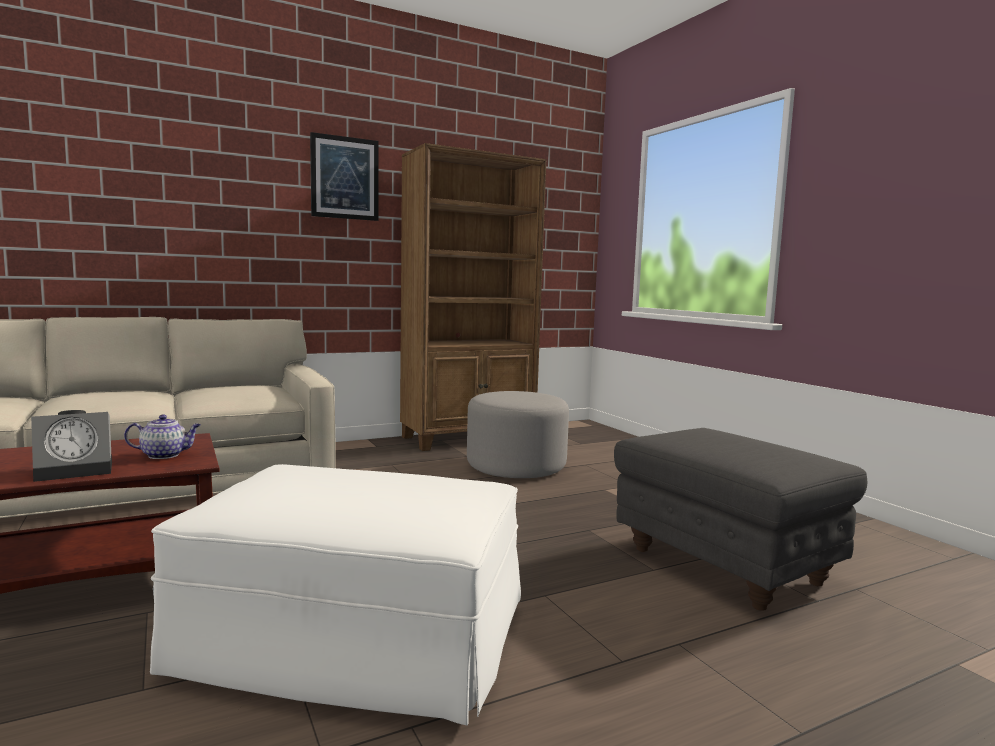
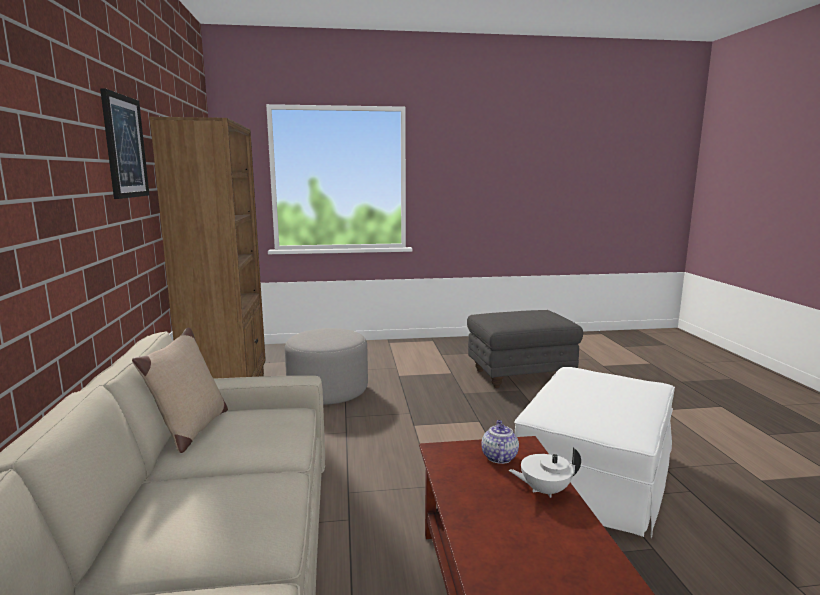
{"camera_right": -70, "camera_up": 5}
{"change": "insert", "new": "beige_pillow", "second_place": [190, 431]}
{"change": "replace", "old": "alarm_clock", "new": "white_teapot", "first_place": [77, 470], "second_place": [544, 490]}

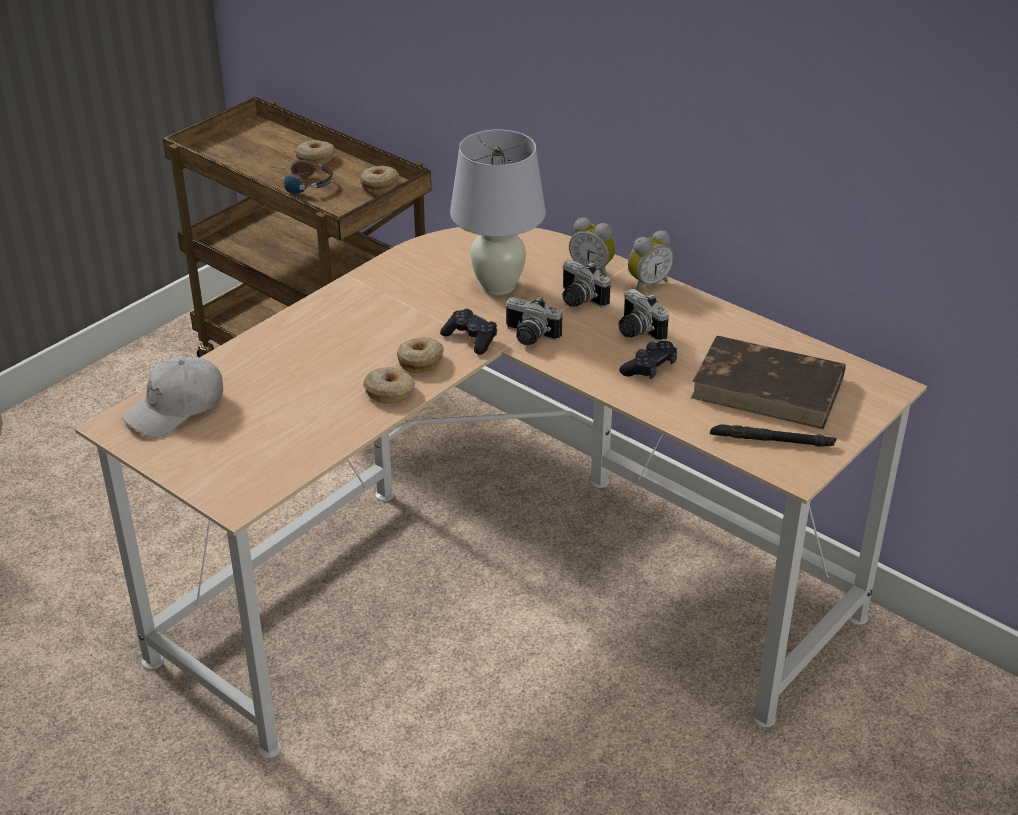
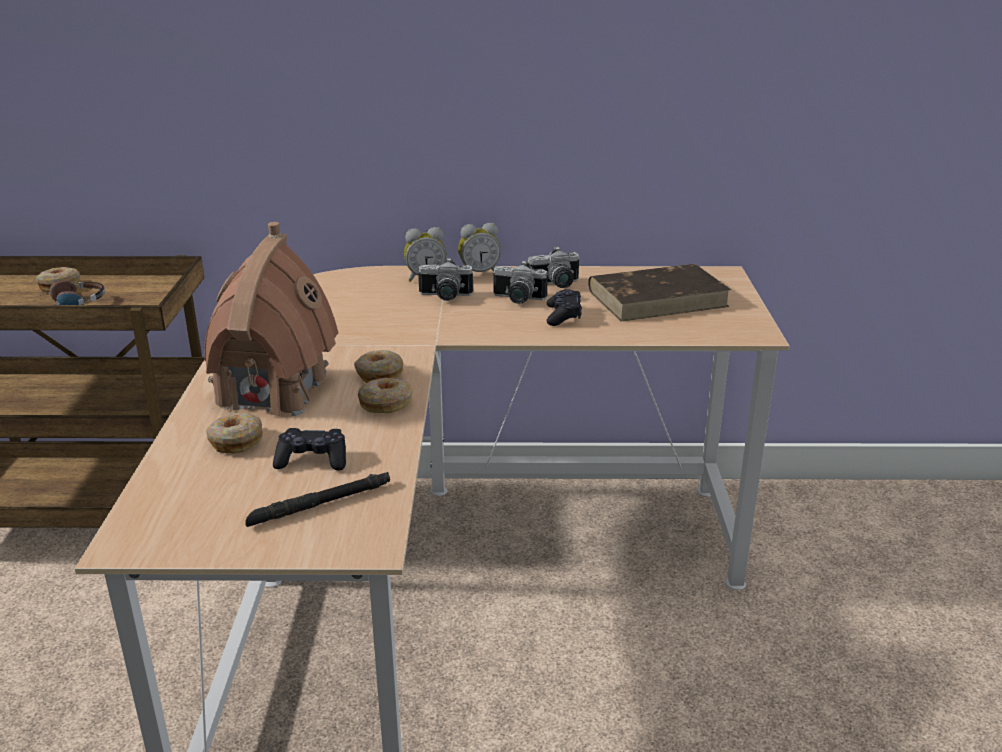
{"camera_right": -40, "camera_up": -10}
{"change": "insert", "new": "toy_house", "second_place": [272, 389]}
{"change": "move", "old": "donut", "first_place": [379, 185], "second_place": [236, 441]}
{"change": "move", "old": "black_flashlight", "first_place": [772, 440], "second_place": [320, 504]}
{"change": "move", "old": "black_game_controller", "first_place": [470, 339], "second_place": [312, 460]}
{"change": "rotate", "old": "alarm_clock", "first_place": [647, 283], "second_place": [479, 273], "degrees": 60}
{"change": "move", "old": "photo_camera", "first_place": [529, 337], "second_place": [556, 285]}
{"change": "delete", "old": "white_cap", "first_place": [176, 408]}
{"change": "delete", "old": "white_table_lamp", "first_place": [498, 286]}

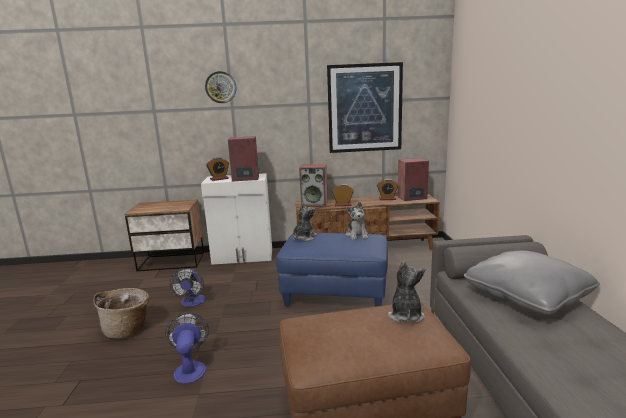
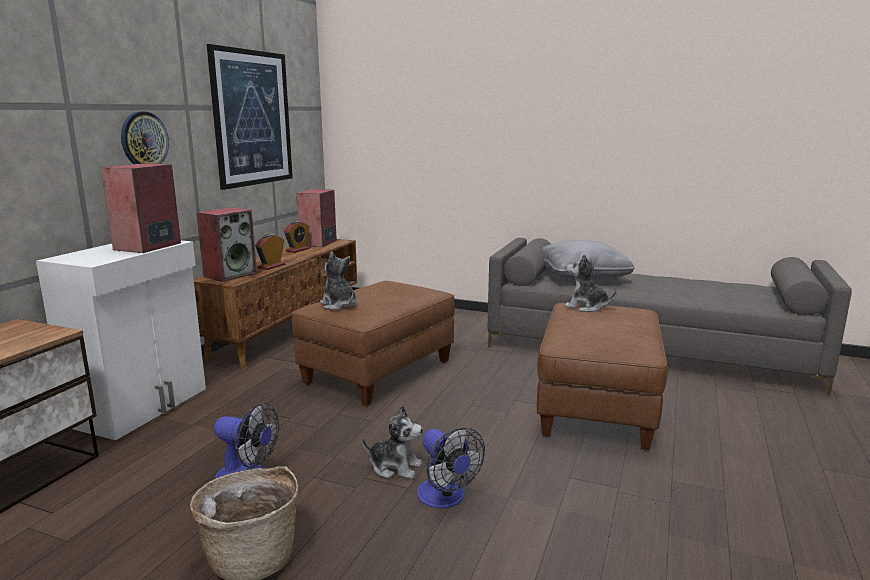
{"camera_right": -65, "camera_up": 0}
{"change": "move", "old": "wall_clock", "first_place": [221, 87], "second_place": [144, 140]}
{"change": "recolor", "old": "blue_ottoman", "new": "brown_ottoman", "first_place": [334, 294], "second_place": [378, 373]}
{"change": "move", "old": "plush_toy", "first_place": [357, 235], "second_place": [395, 467]}
{"change": "rotate", "old": "fan", "first_place": [190, 368], "second_place": [445, 498], "degrees": -135}
{"change": "delete", "old": "alarm_clock", "first_place": [219, 179]}

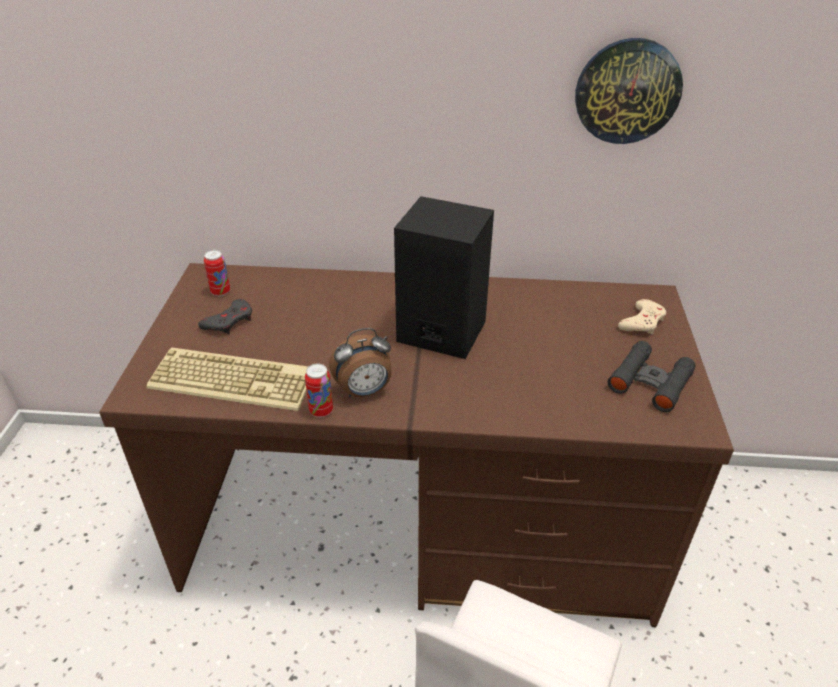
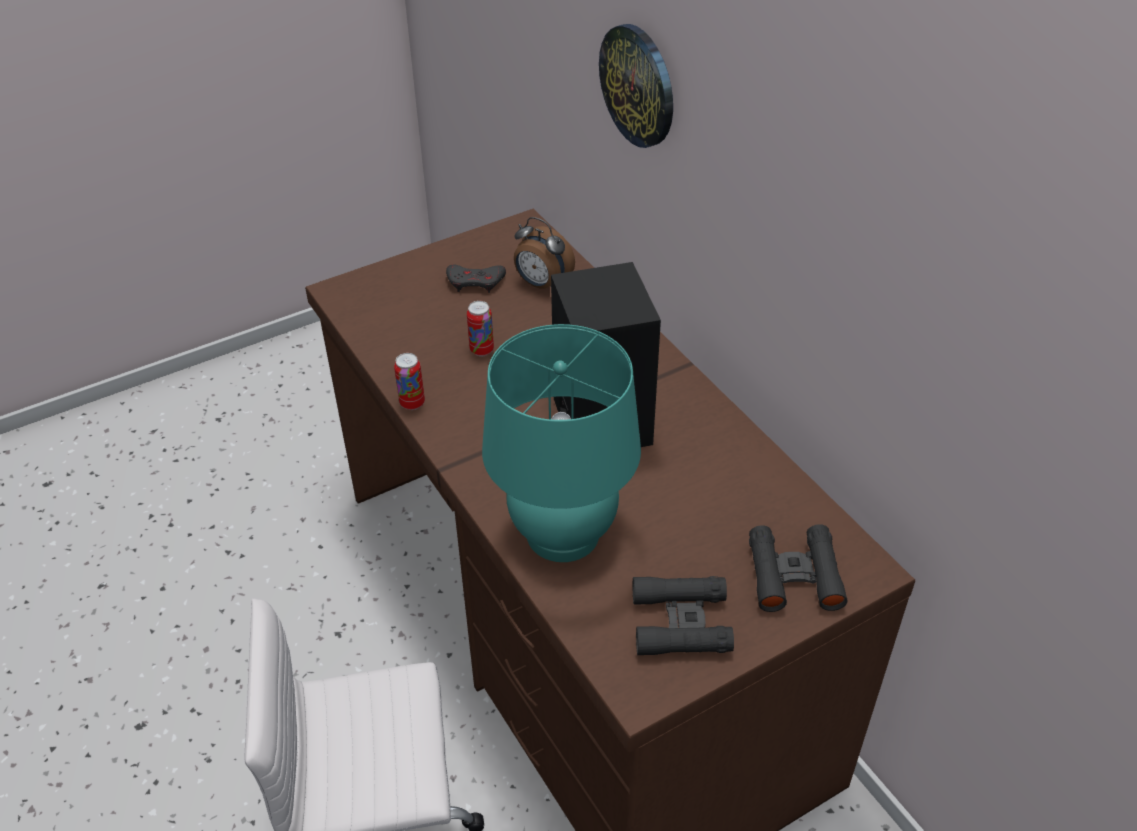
{"camera_right": 55, "camera_up": 5}
{"change": "move", "old": "can", "first_place": [220, 292], "second_place": [481, 350]}
{"change": "insert", "new": "turquoise_table_lamp", "second_place": [562, 534]}
{"change": "move", "old": "alarm_clock", "first_place": [364, 391], "second_place": [542, 284]}
{"change": "move", "old": "wall_clock", "first_place": [627, 91], "second_place": [638, 85]}
{"change": "replace", "old": "beige_game_controller", "new": "black_binoculars", "first_place": [642, 322], "second_place": [794, 575]}
{"change": "delete", "old": "keyboard", "first_place": [235, 379]}

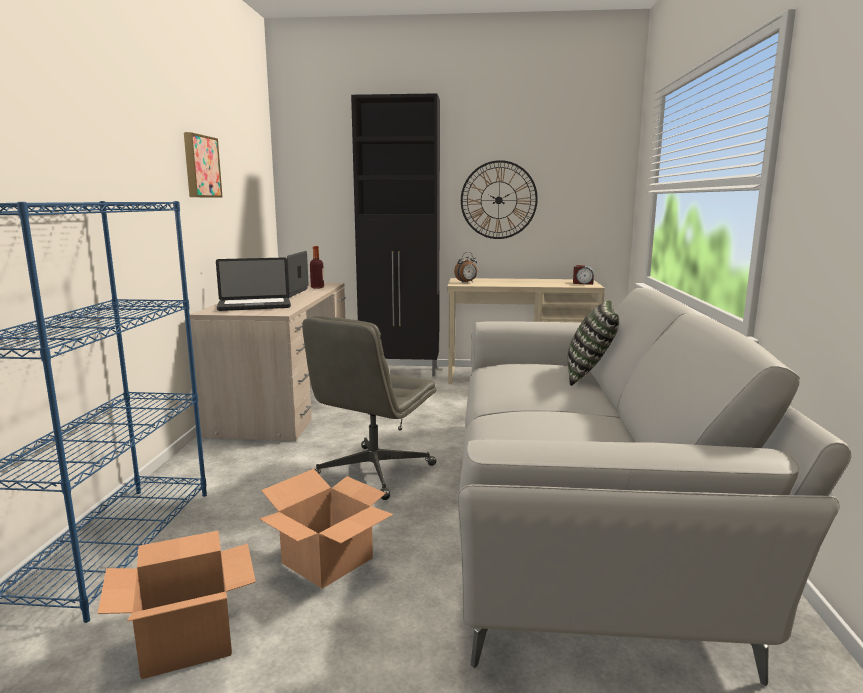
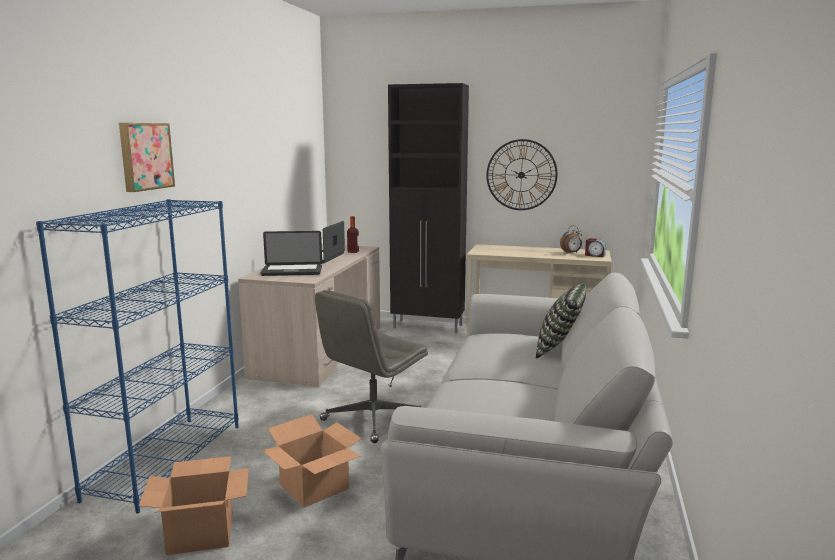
{"camera_right": 10, "camera_up": 0}
{"change": "move", "old": "picture", "first_place": [200, 166], "second_place": [145, 156]}
{"change": "move", "old": "alarm_clock", "first_place": [466, 282], "second_place": [571, 253]}

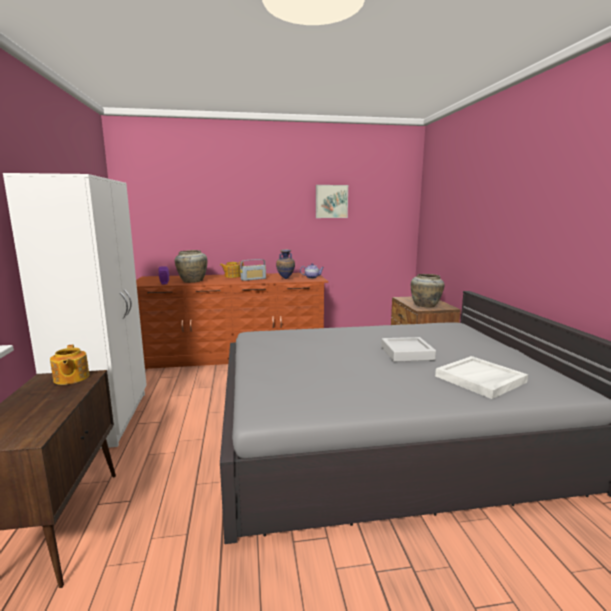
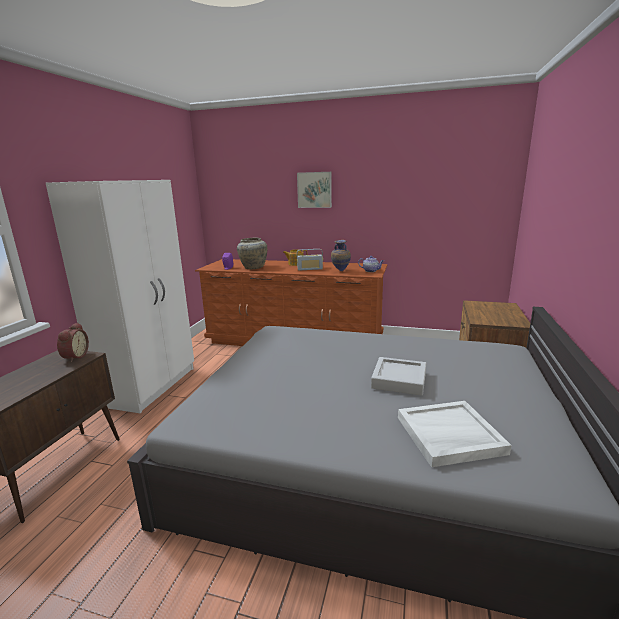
{"camera_right": 25, "camera_up": 5}
{"change": "replace", "old": "teapot", "new": "alarm_clock", "first_place": [71, 378], "second_place": [74, 357]}
{"change": "move", "old": "picture", "first_place": [331, 201], "second_place": [314, 190]}
{"change": "delete", "old": "beige_vase", "first_place": [426, 305]}

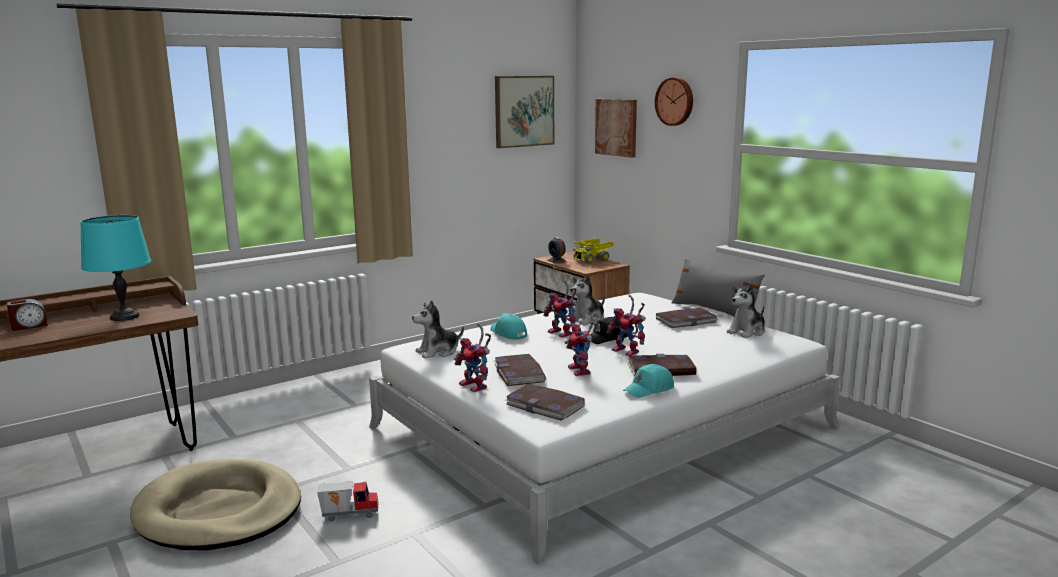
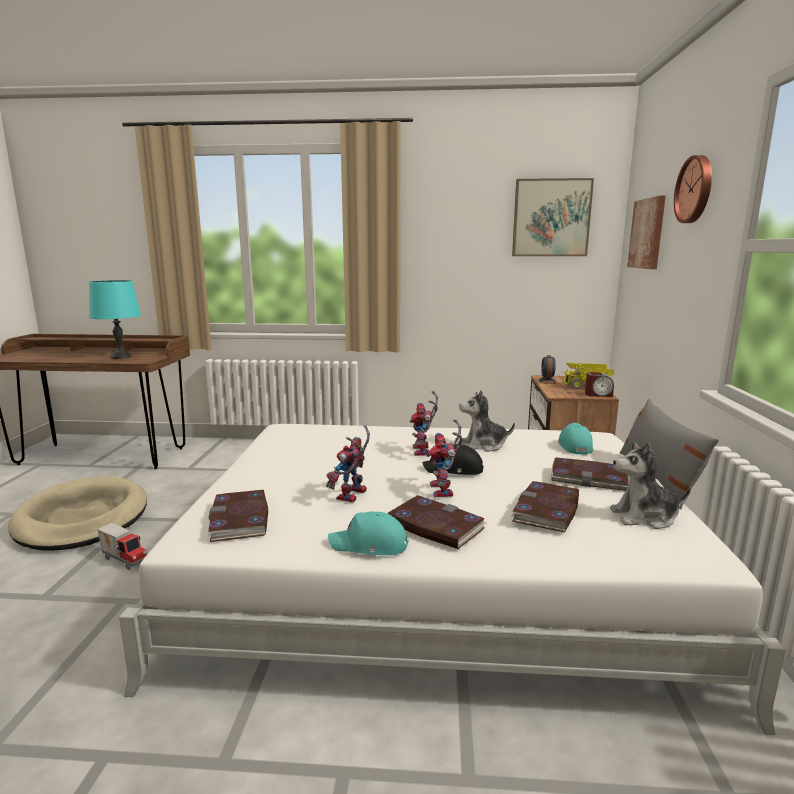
{"camera_right": 40, "camera_up": 0}
{"change": "move", "old": "book", "first_place": [519, 373], "second_place": [547, 510]}
{"change": "move", "old": "turquoise_cap", "first_place": [508, 333], "second_place": [574, 446]}
{"change": "move", "old": "alarm_clock", "first_place": [29, 326], "second_place": [598, 394]}
{"change": "delete", "old": "plush_toy", "first_place": [438, 352]}
{"change": "delete", "old": "toy_robot", "first_place": [476, 386]}

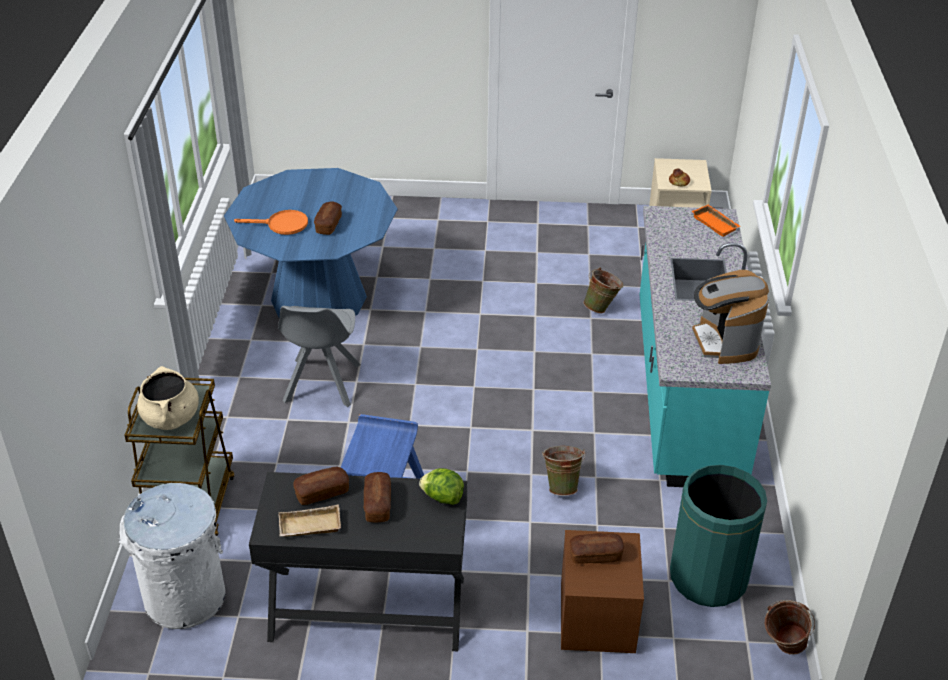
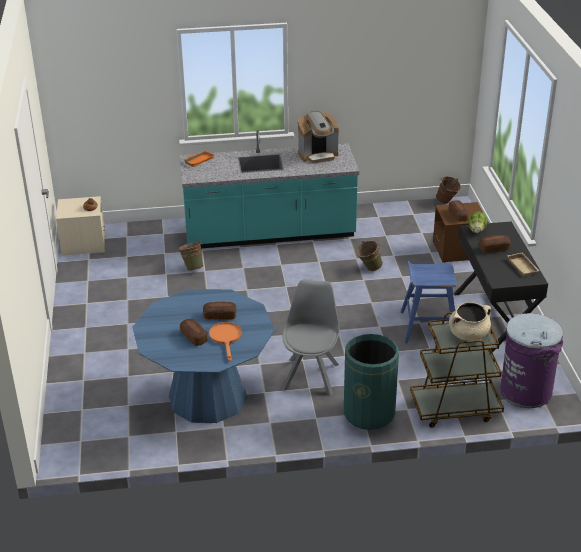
{"camera_right": -100, "camera_up": -5}
{"change": "move", "old": "bread", "first_place": [322, 492], "second_place": [193, 337]}
{"change": "rotate", "old": "grey_chair", "first_place": [321, 384], "second_place": [311, 375], "degrees": -75}
{"change": "move", "old": "green_trash_can", "first_place": [708, 578], "second_place": [369, 413]}
{"change": "recolor", "old": "white_trash_can", "new": "purple_trash_can", "first_place": [185, 598], "second_place": [526, 391]}

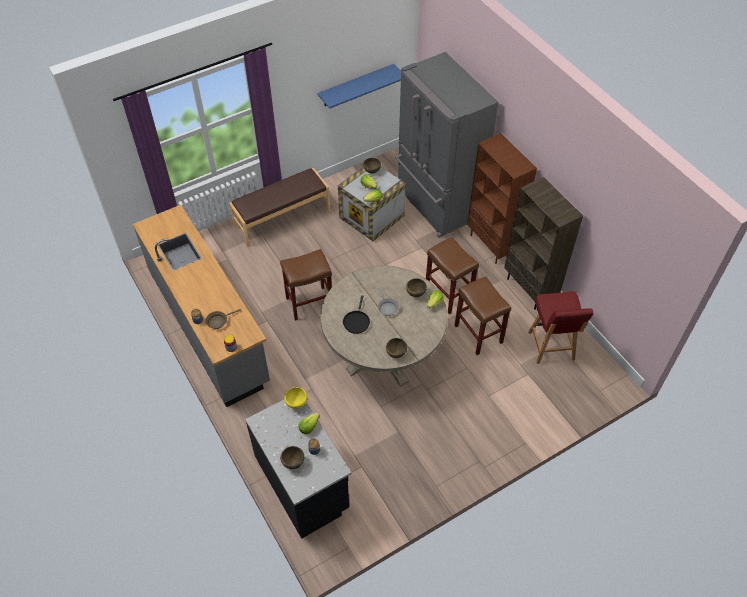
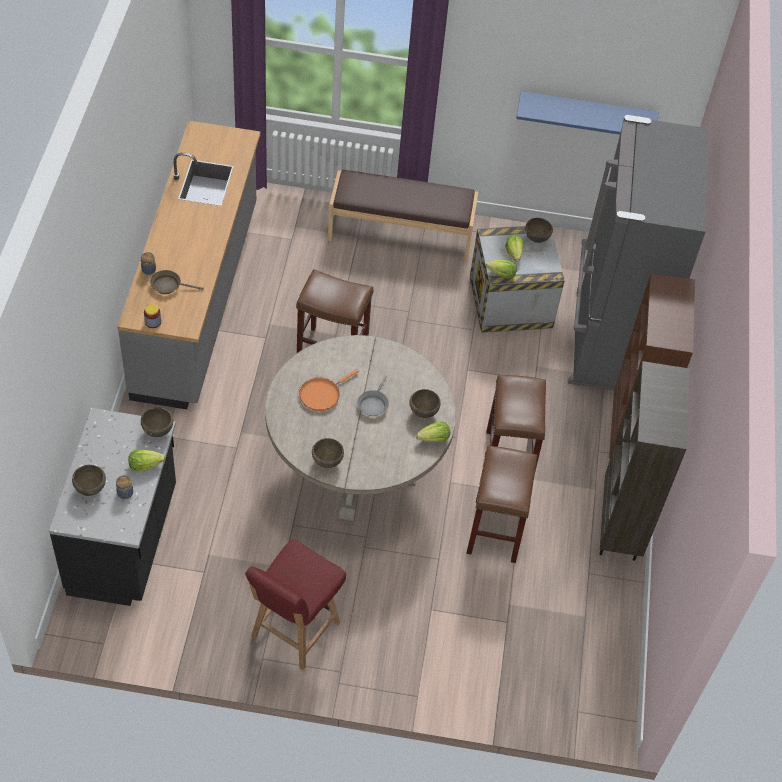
{"camera_right": 35, "camera_up": 0}
{"change": "recolor", "old": "yellow_bowl", "new": "brown_bowl", "first_place": [296, 403], "second_place": [158, 431]}
{"change": "move", "old": "red_chair", "first_place": [551, 347], "second_place": [294, 631]}
{"change": "recolor", "old": "black_frying_pan", "new": "orange_frying_pan", "first_place": [356, 321], "second_place": [321, 394]}

